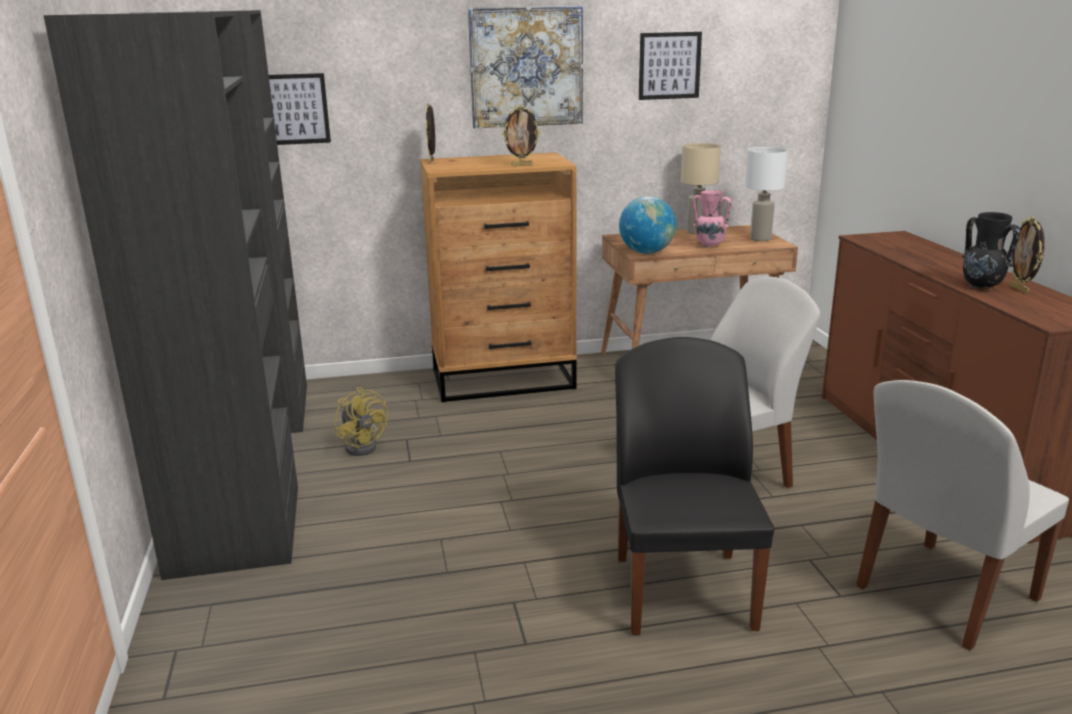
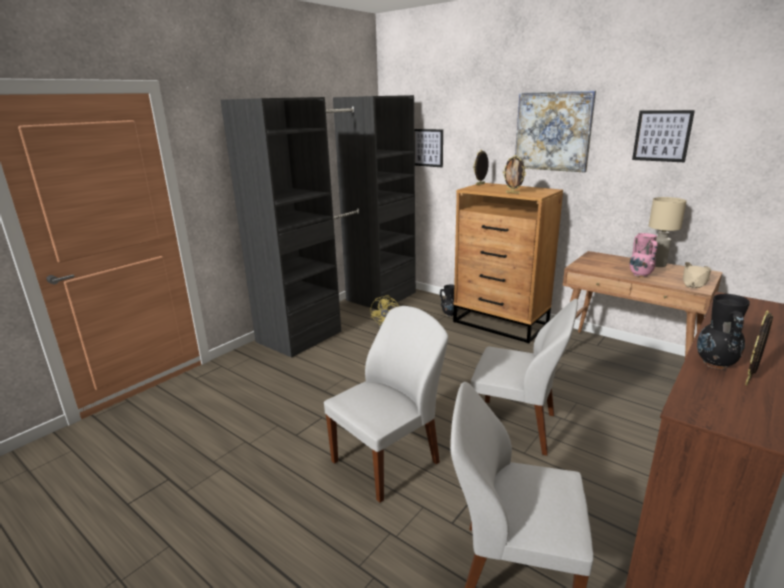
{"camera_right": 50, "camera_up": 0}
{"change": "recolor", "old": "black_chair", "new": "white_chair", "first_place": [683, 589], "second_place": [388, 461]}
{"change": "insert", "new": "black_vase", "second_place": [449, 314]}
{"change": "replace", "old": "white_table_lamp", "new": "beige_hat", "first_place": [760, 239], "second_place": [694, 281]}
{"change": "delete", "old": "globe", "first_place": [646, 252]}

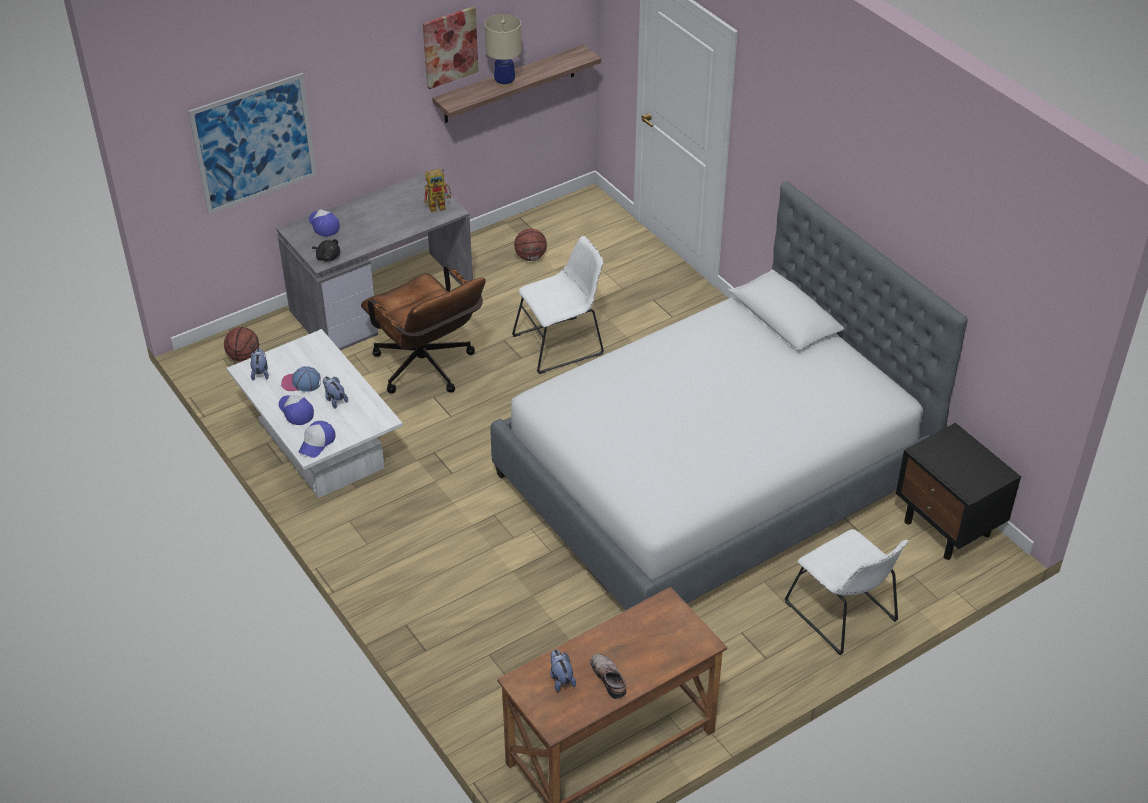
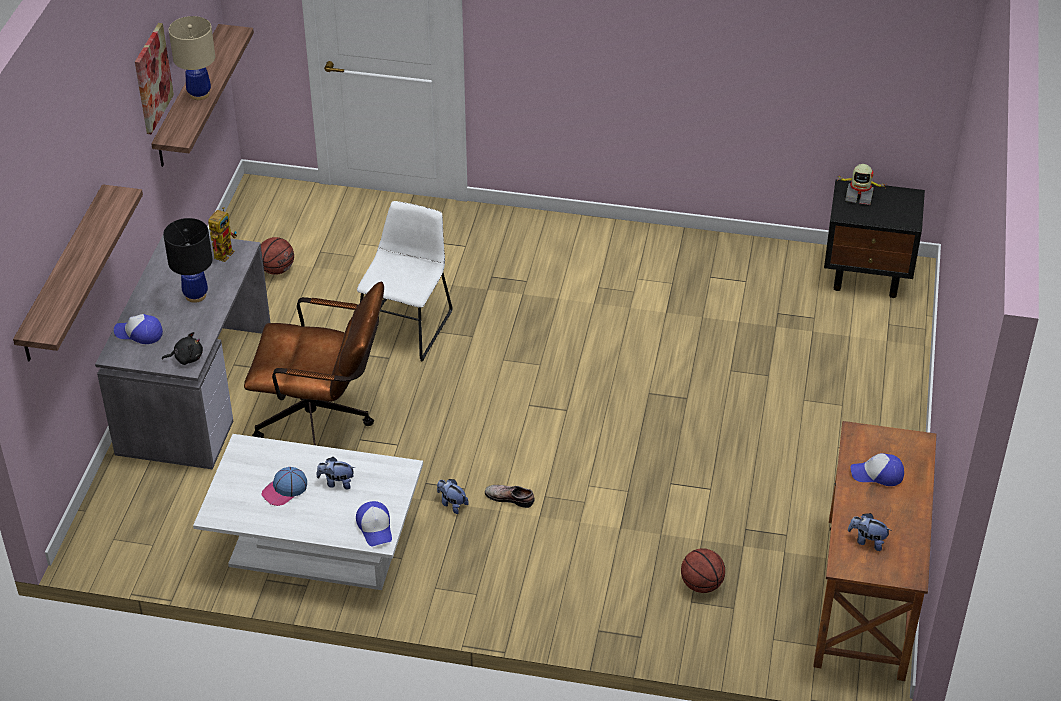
{"camera_right": -45, "camera_up": 0}
{"change": "replace", "old": "picture", "new": "shelf", "first_place": [254, 143], "second_place": [63, 275]}
{"change": "insert", "new": "black_table_lamp", "second_place": [196, 295]}
{"change": "move", "old": "plush_toy", "first_place": [260, 372], "second_place": [452, 504]}
{"change": "move", "old": "shoe", "first_place": [610, 678], "second_place": [510, 497]}
{"change": "move", "old": "basketball", "first_place": [244, 357], "second_place": [701, 584]}
{"change": "insert", "new": "toy_robot", "second_place": [859, 195]}
{"change": "move", "old": "cap", "first_place": [295, 412], "second_place": [877, 474]}
{"change": "delete", "old": "bed", "first_place": [713, 478]}
{"change": "delete", "old": "white_chair", "first_place": [843, 615]}

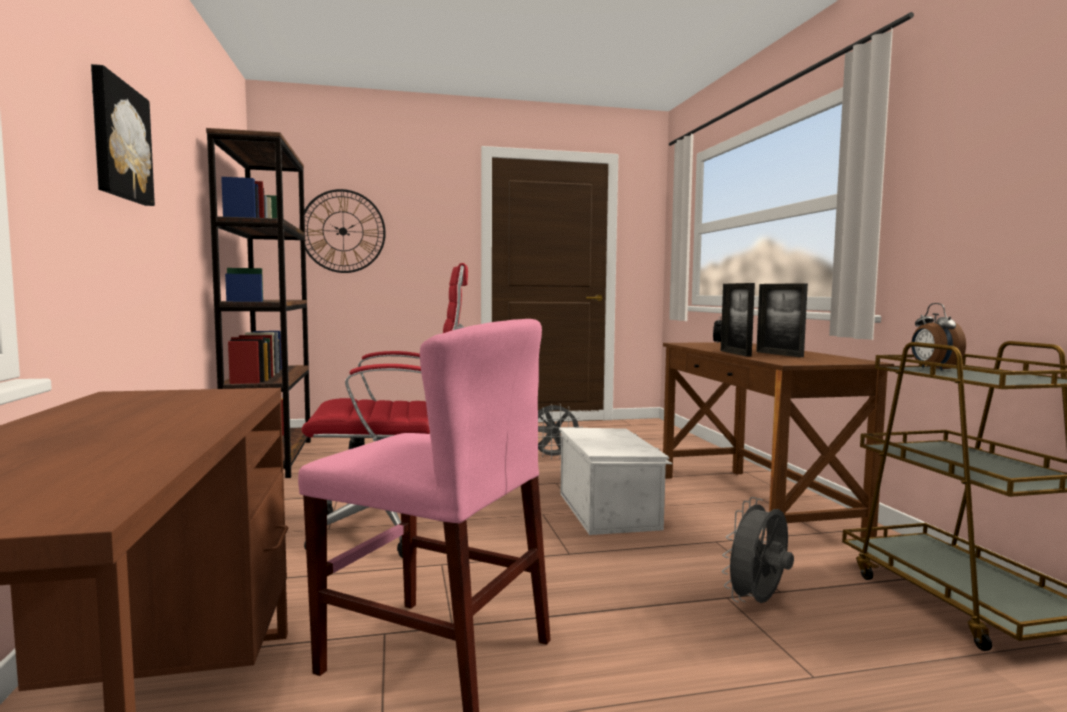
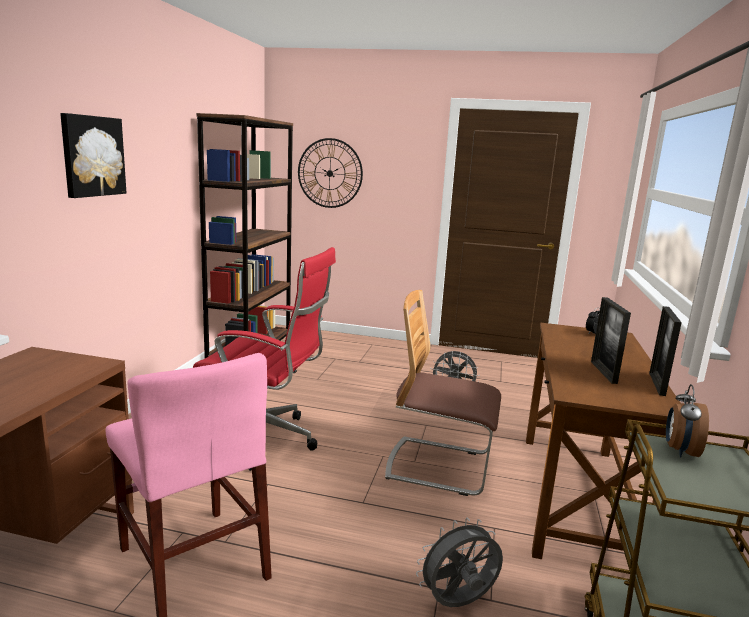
{"camera_right": 25, "camera_up": 10}
{"change": "replace", "old": "white_storage_box", "new": "chair", "first_place": [609, 510], "second_place": [439, 467]}
{"change": "move", "old": "picture_frame", "first_place": [735, 353], "second_place": [657, 384]}

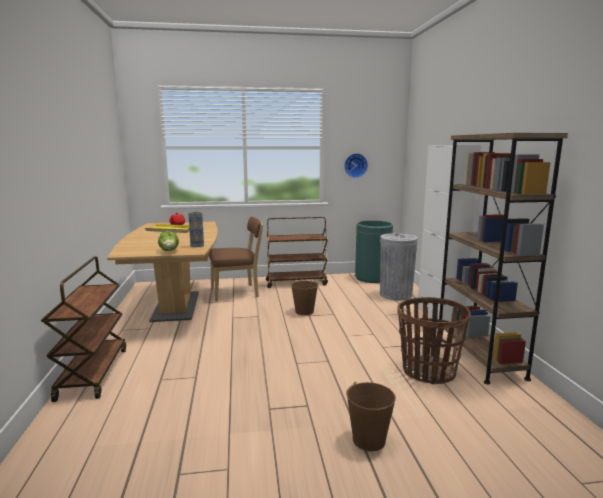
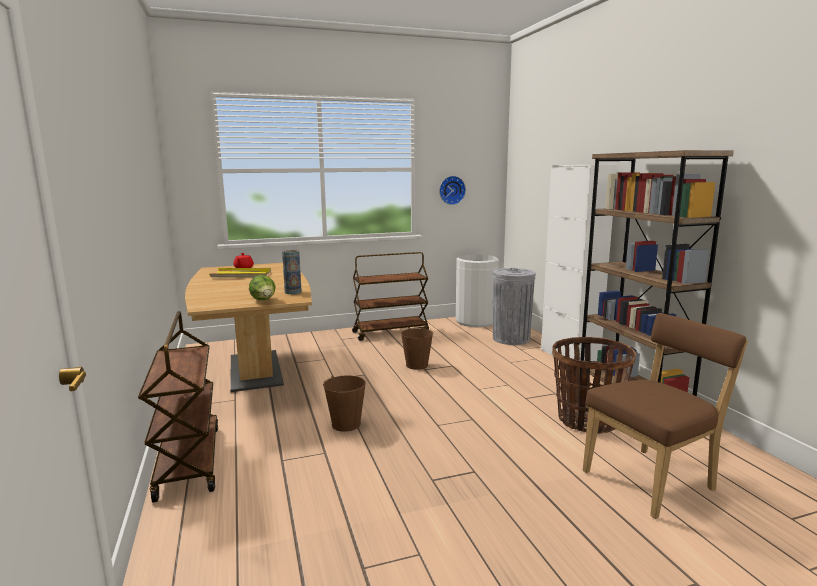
{"camera_right": -10, "camera_up": 0}
{"change": "move", "old": "brown_bucket", "first_place": [369, 439], "second_place": [346, 424]}
{"change": "recolor", "old": "green_trash_can", "new": "white_trash_can", "first_place": [372, 278], "second_place": [476, 321]}
{"change": "move", "old": "brown_chair", "first_place": [237, 293], "second_place": [652, 479]}

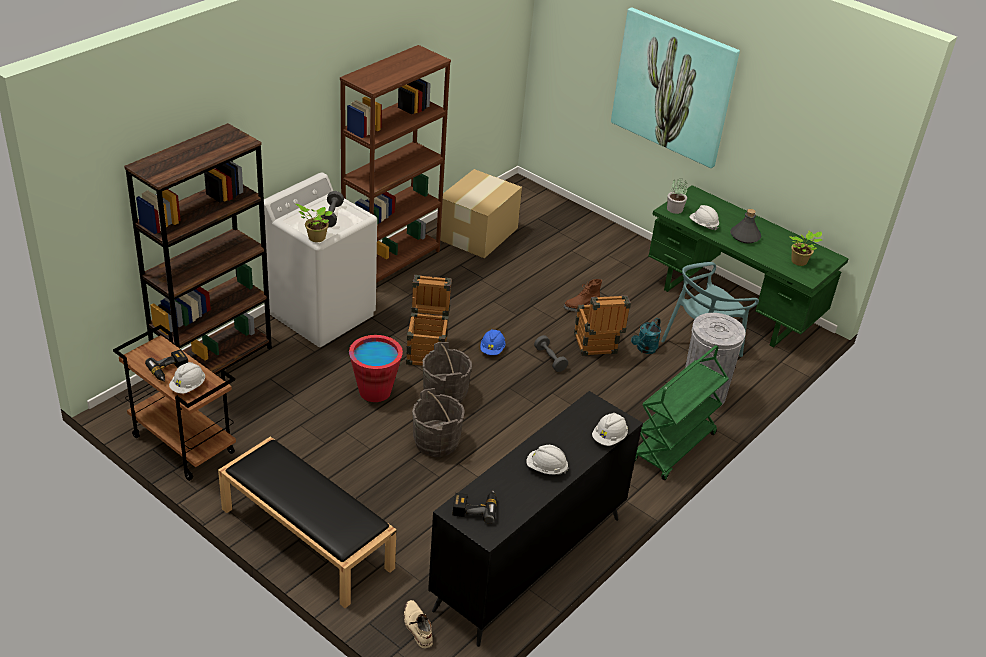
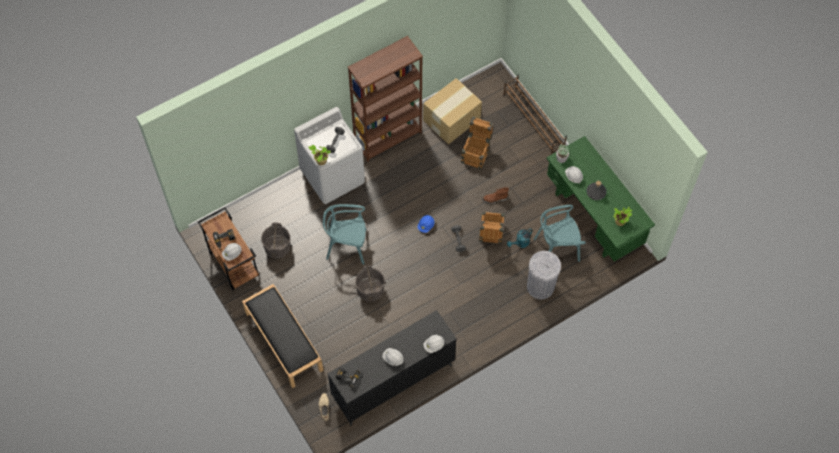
{"camera_right": 20, "camera_up": 25}
{"change": "move", "old": "grey_bucket", "first_place": [445, 394], "second_place": [277, 248]}
{"change": "replace", "old": "red_bucket", "new": "turquoise_chair", "first_place": [375, 391], "second_place": [347, 246]}
{"change": "move", "old": "crate", "first_place": [427, 350], "second_place": [476, 154]}
{"change": "insert", "new": "brown_shoe_rack", "second_place": [533, 122]}
{"change": "delete", "old": "brown_bookcase", "first_place": [214, 362]}
{"change": "delete", "old": "picture", "first_place": [674, 86]}
{"change": "delete", "old": "green_cart", "first_place": [673, 448]}

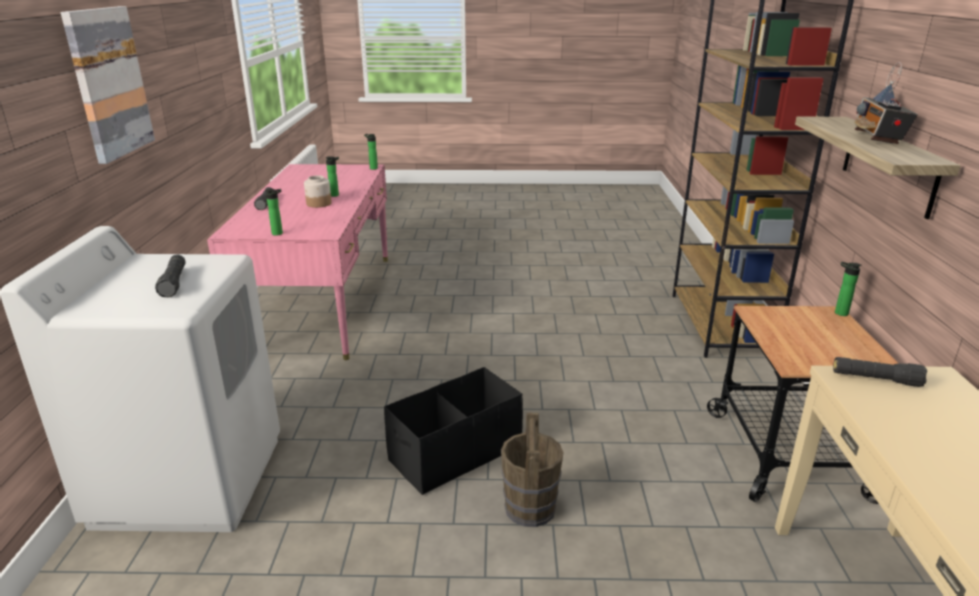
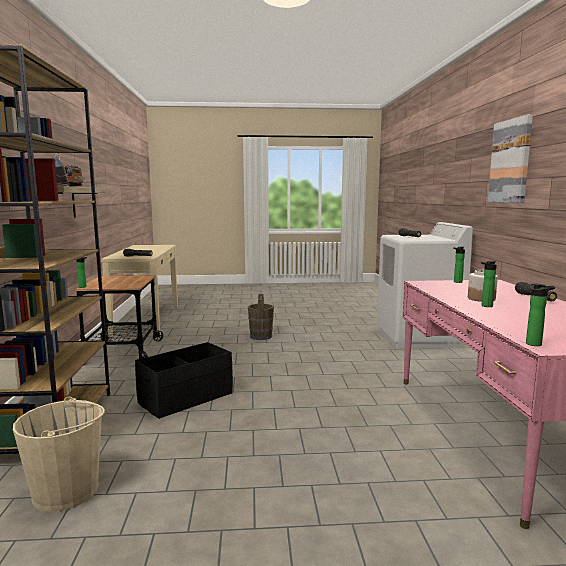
{"camera_right": 175, "camera_up": -15}
{"change": "insert", "new": "beige_bucket", "second_place": [66, 491]}
{"change": "move", "old": "black_storage_box", "first_place": [455, 453], "second_place": [186, 398]}

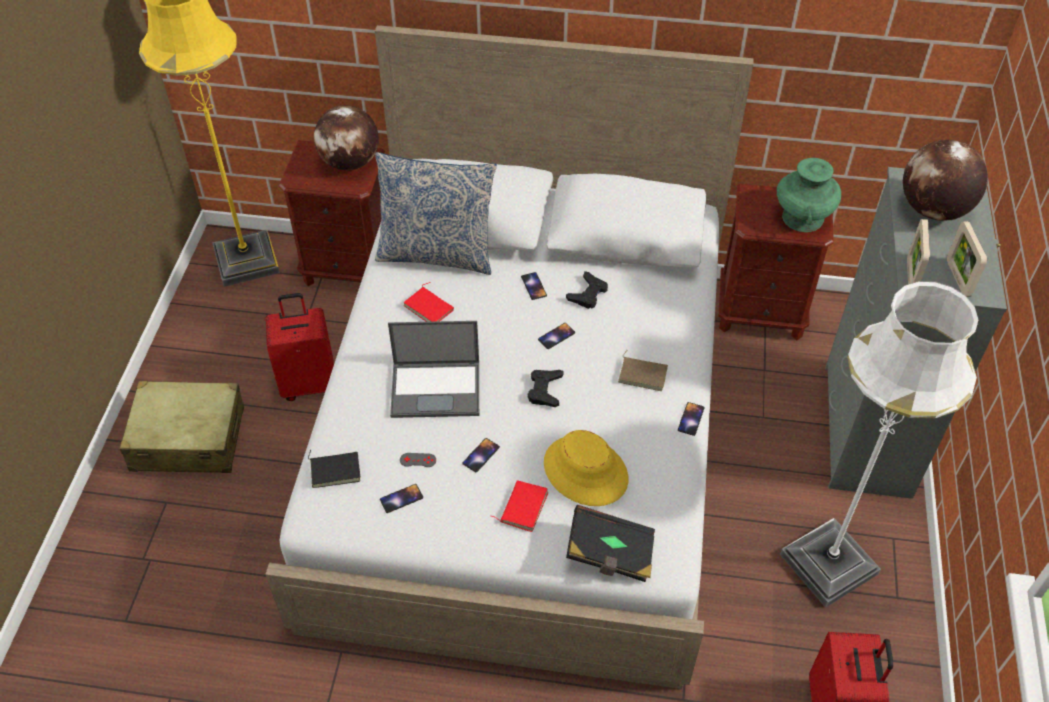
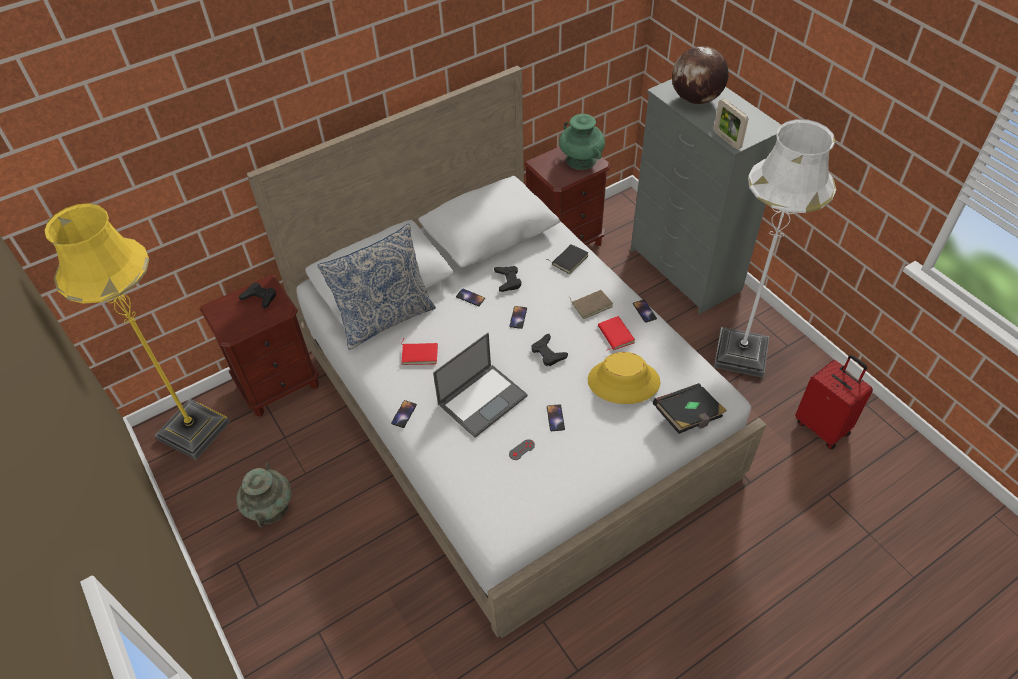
{"camera_right": -40, "camera_up": 0}
{"change": "insert", "new": "turquoise_vase", "second_place": [270, 507]}
{"change": "replace", "old": "globe", "new": "black_game_controller", "first_place": [350, 163], "second_place": [260, 297]}
{"change": "move", "old": "phone", "first_place": [401, 498], "second_place": [404, 414]}
{"change": "move", "old": "black_book", "first_place": [335, 470], "second_place": [569, 259]}
{"change": "move", "old": "red_book", "first_place": [522, 507], "second_place": [614, 335]}
{"change": "delete", "old": "beige_suitcase", "first_place": [188, 439]}
{"change": "delete", "old": "red_suitcase", "first_place": [309, 383]}
{"change": "delete", "old": "picture_frame", "first_place": [958, 278]}

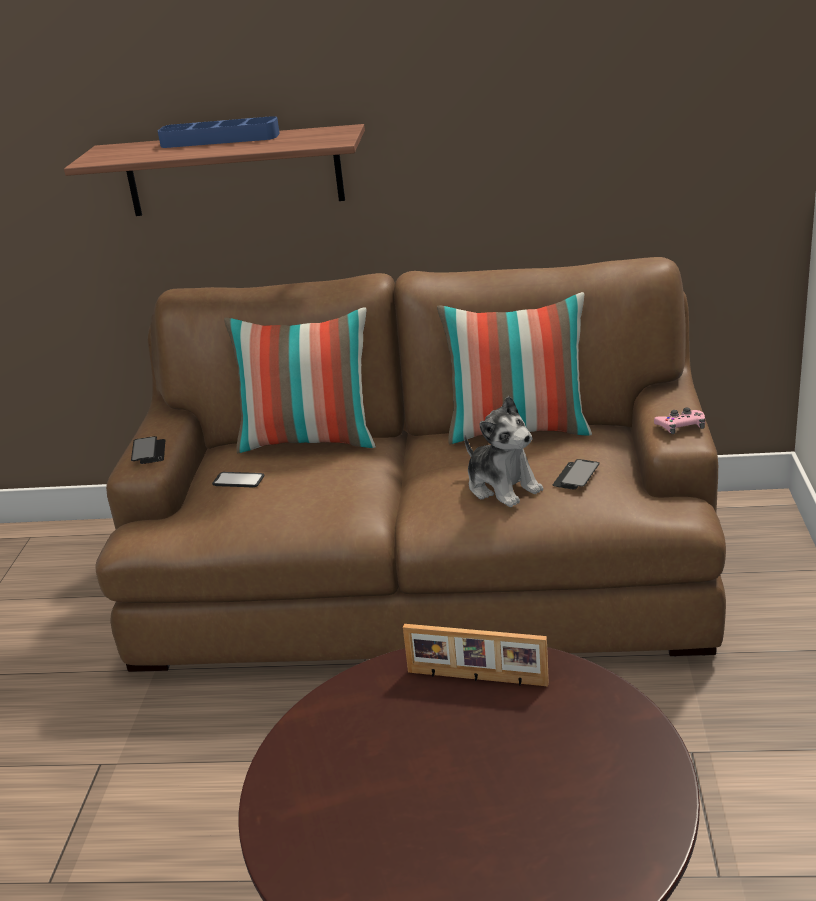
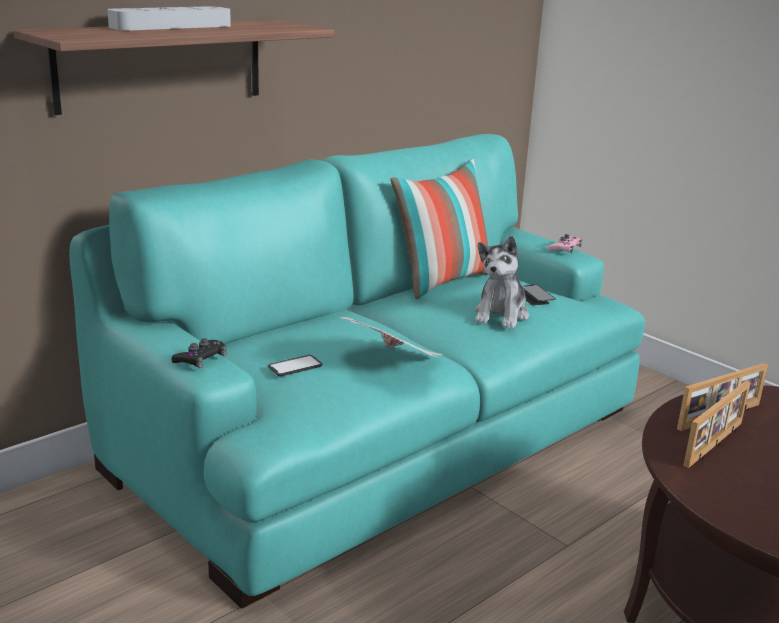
{"camera_right": -50, "camera_up": -5}
{"change": "recolor", "old": "brown_sofa", "new": "turquoise_sofa", "first_place": [423, 582], "second_place": [382, 438]}
{"change": "recolor", "old": "blue_tray", "new": "grey_tray", "first_place": [220, 140], "second_place": [171, 26]}
{"change": "replace", "old": "phone", "new": "black_game_controller", "first_place": [149, 452], "second_place": [201, 359]}
{"change": "insert", "new": "newspaper", "second_place": [393, 363]}
{"change": "rotate", "old": "plush_toy", "first_place": [502, 487], "second_place": [501, 315], "degrees": 105}
{"change": "insert", "new": "picture_frame", "second_place": [715, 444]}
{"change": "delete", "old": "pillow", "first_place": [309, 441]}

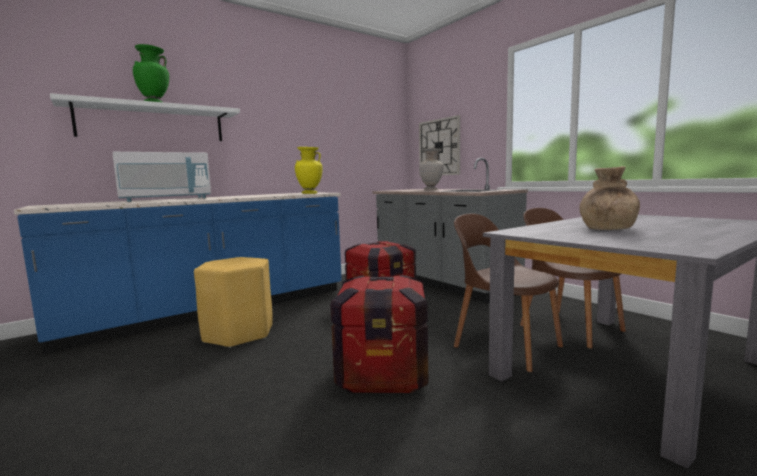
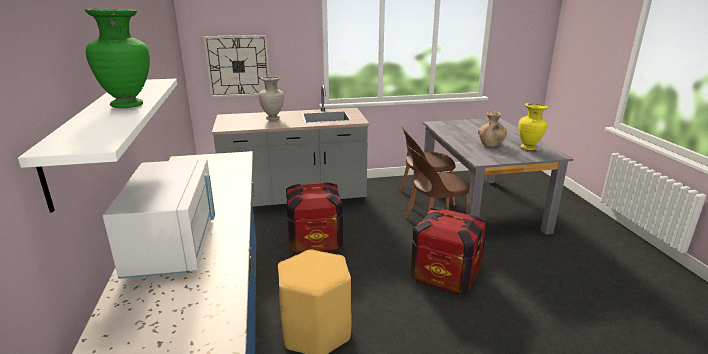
{"camera_right": -65, "camera_up": 15}
{"change": "move", "old": "yellow_vase", "first_place": [309, 193], "second_place": [528, 148]}

